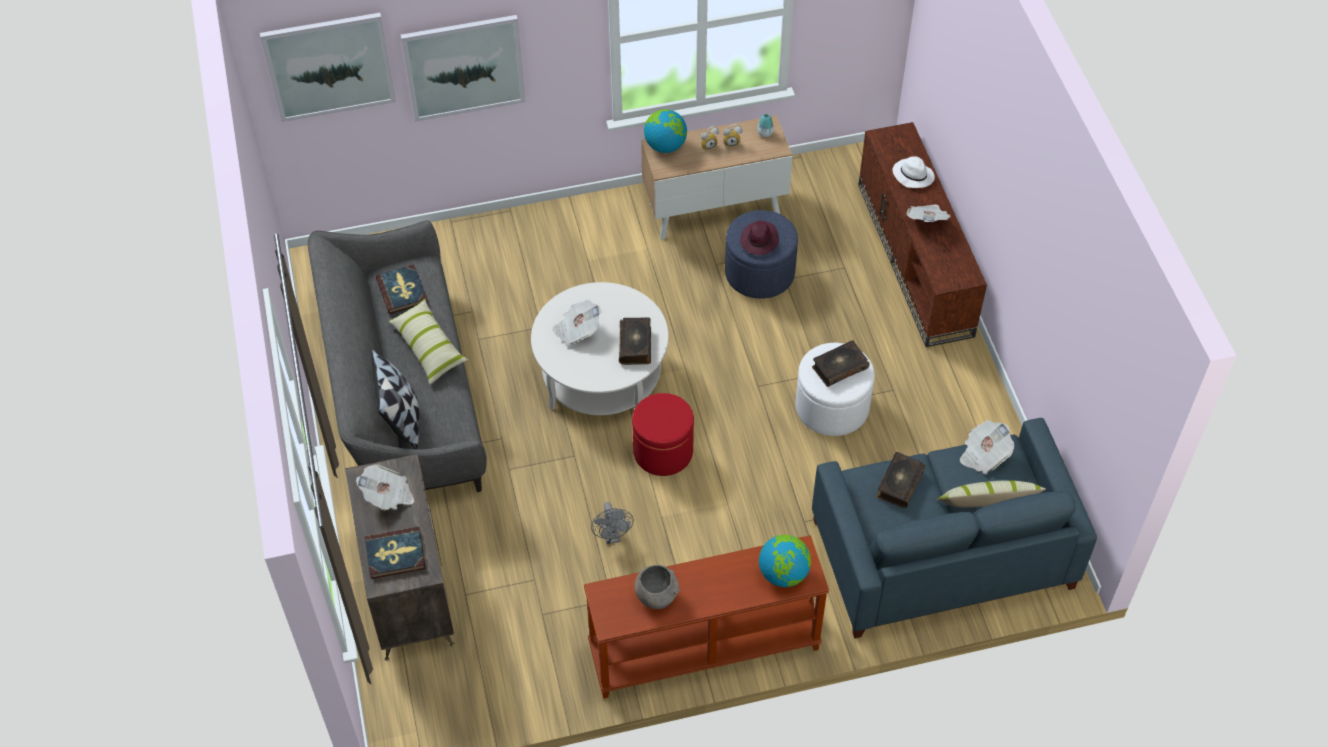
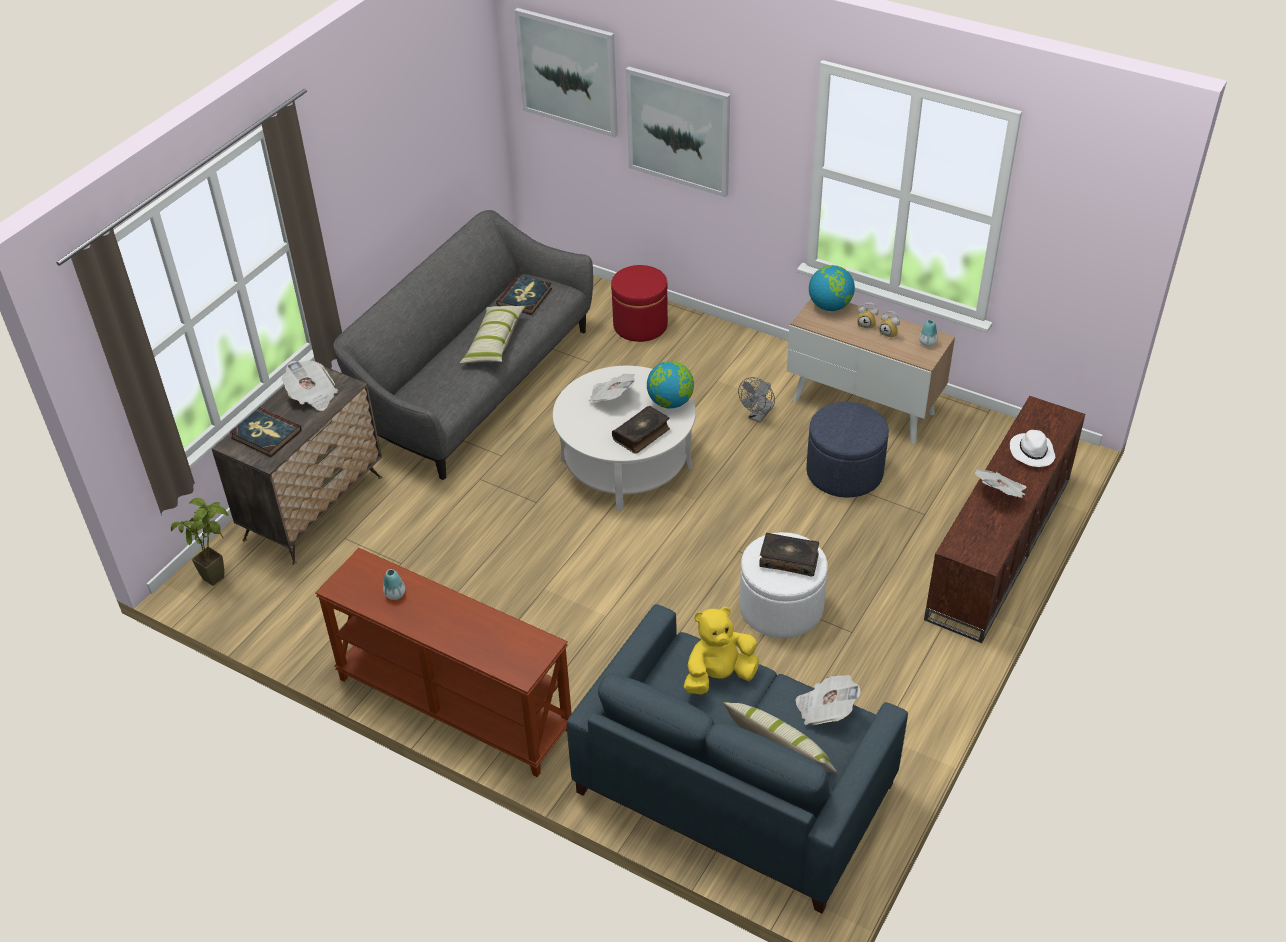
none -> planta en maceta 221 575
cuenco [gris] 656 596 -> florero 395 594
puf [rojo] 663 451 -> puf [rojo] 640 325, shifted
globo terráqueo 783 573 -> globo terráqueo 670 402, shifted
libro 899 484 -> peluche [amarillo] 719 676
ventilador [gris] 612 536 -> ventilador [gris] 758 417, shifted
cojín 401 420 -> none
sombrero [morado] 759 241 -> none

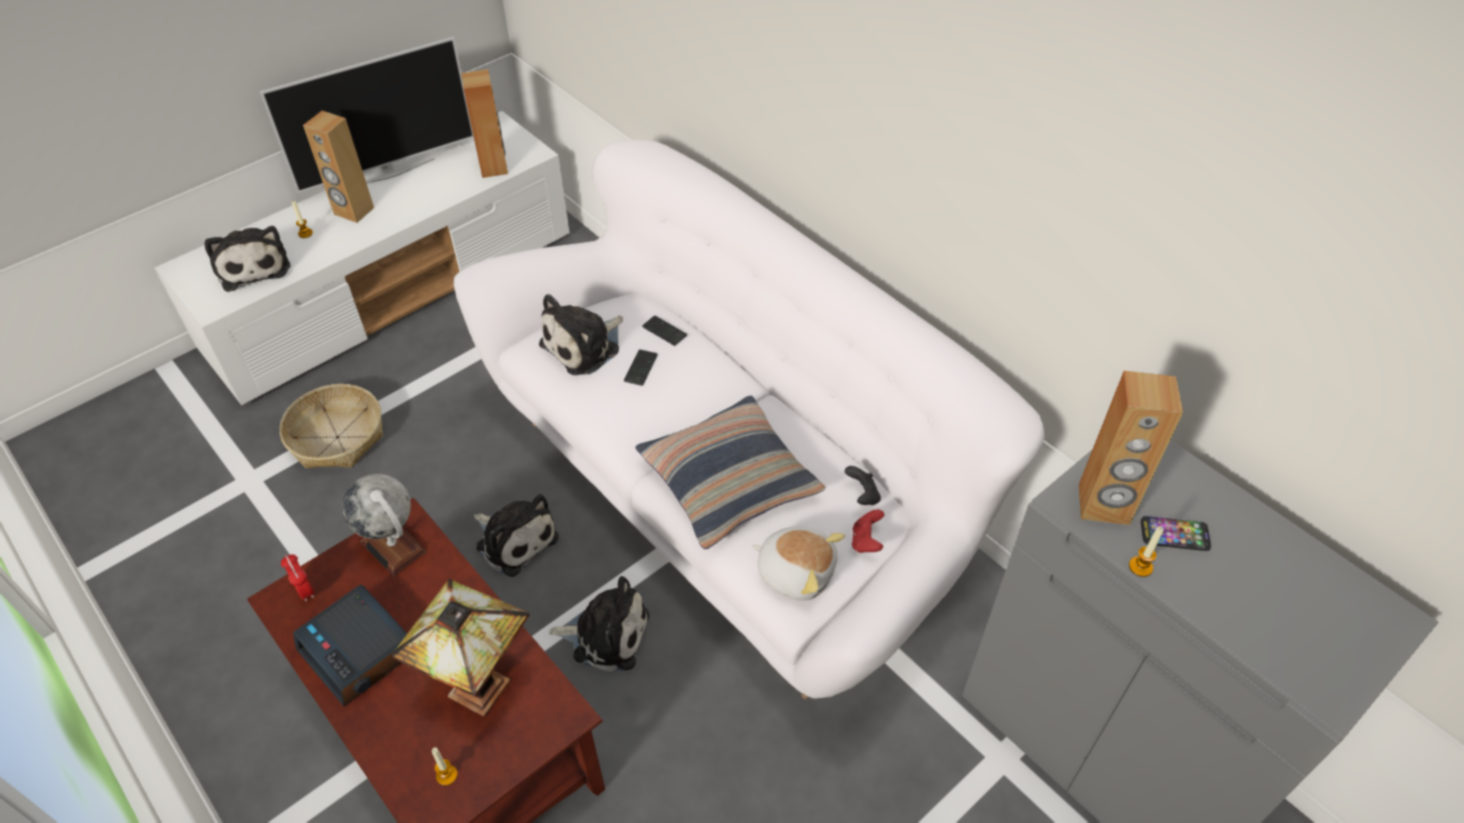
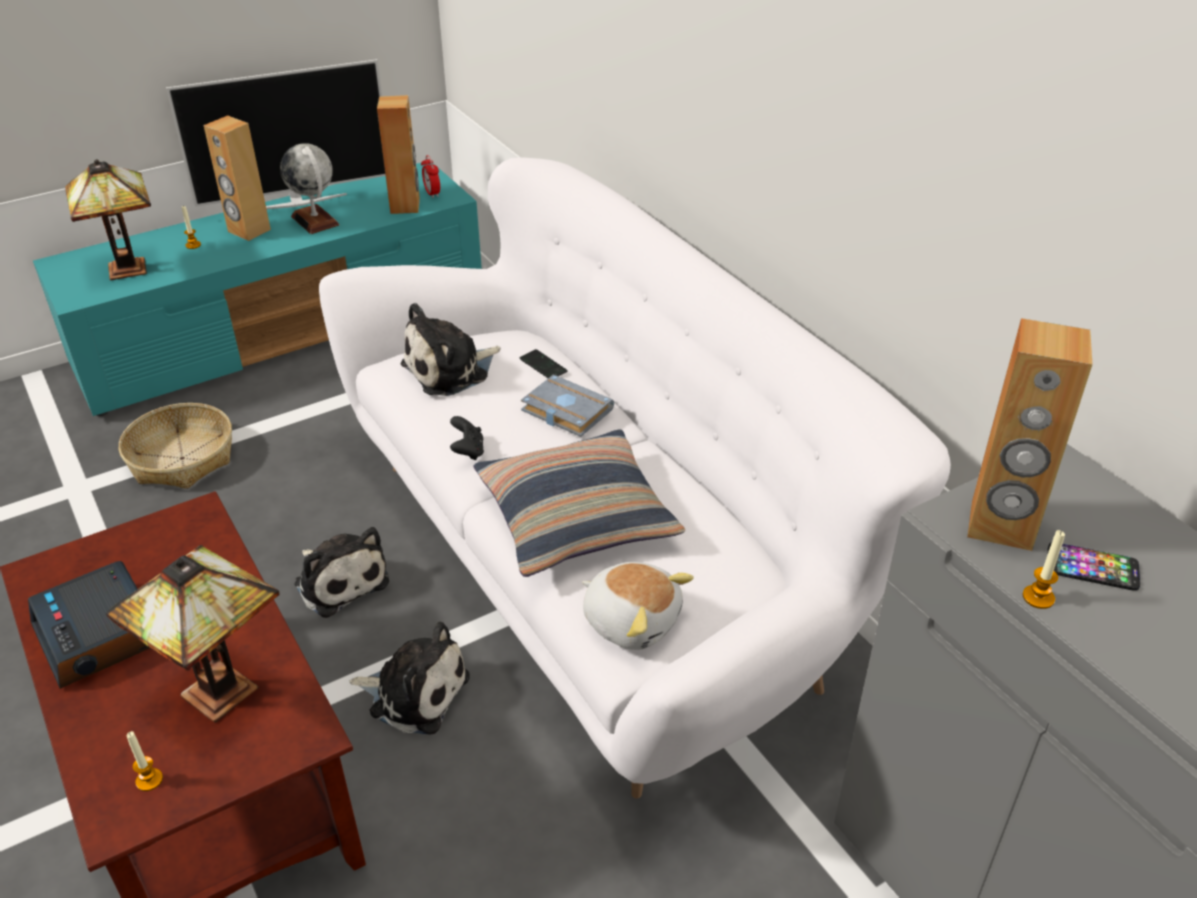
mueble de televisión [blanco] 395 290 -> mueble de televisión [turquesa] 286 331
peluche 253 266 -> lámpara de mesa 130 267
globo terráqueo 394 547 -> globo terráqueo 315 220, shifted
despertador 305 590 -> despertador 432 193, shifted
mando de consola [negro] 862 495 -> mando de consola [negro] 468 451, shifted
none -> libro [gris] 564 411
móvil 641 368 -> none
mando de consola [rojo] 866 541 -> none

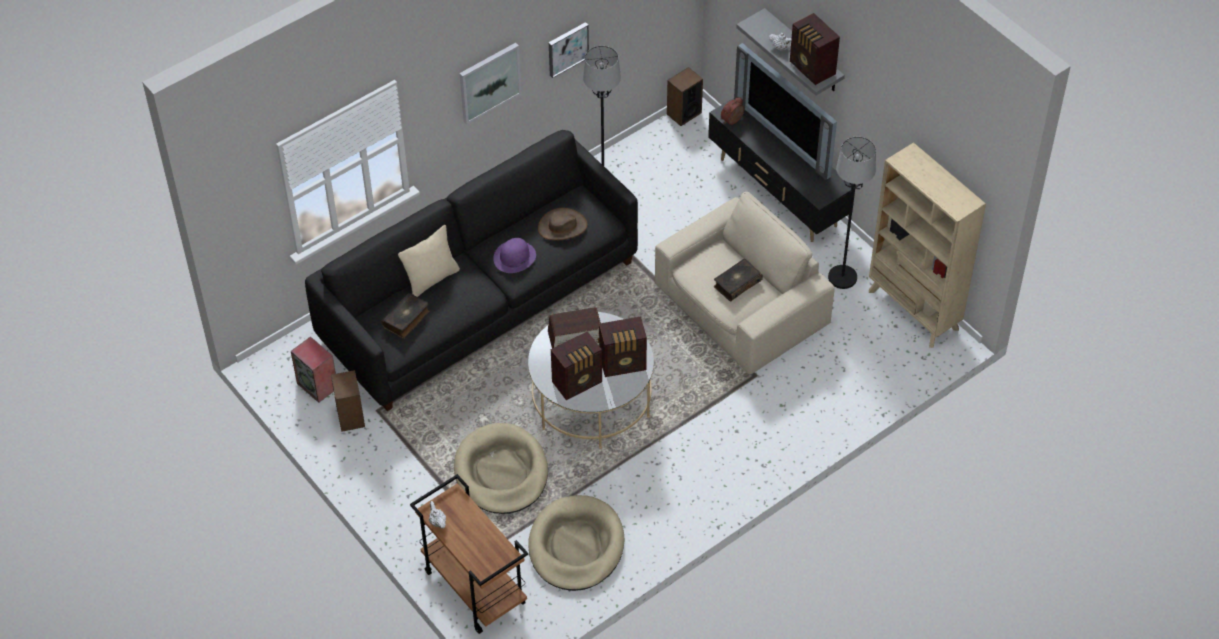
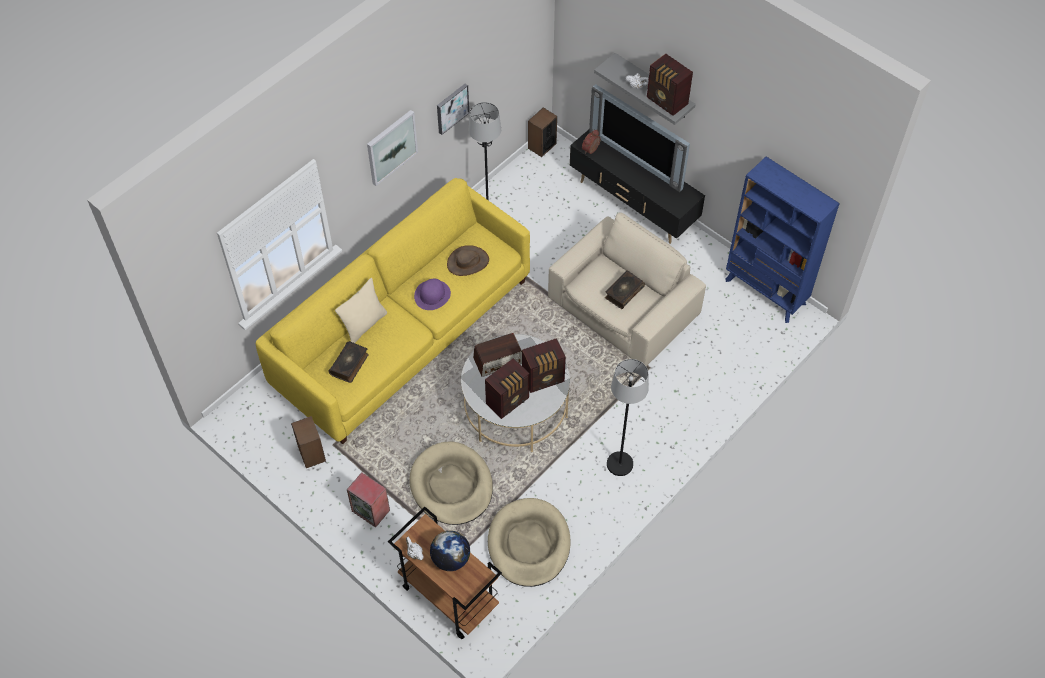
sofá [negro] 478 301 -> sofá [amarillo] 402 333
altavoz 318 385 -> altavoz 371 510, shifted
none -> globo terráqueo 450 559
lámpara de pie [negro] 842 277 -> lámpara de pie [negro] 620 464, shifted
estantería [beis] 913 310 -> estantería [azul] 765 292

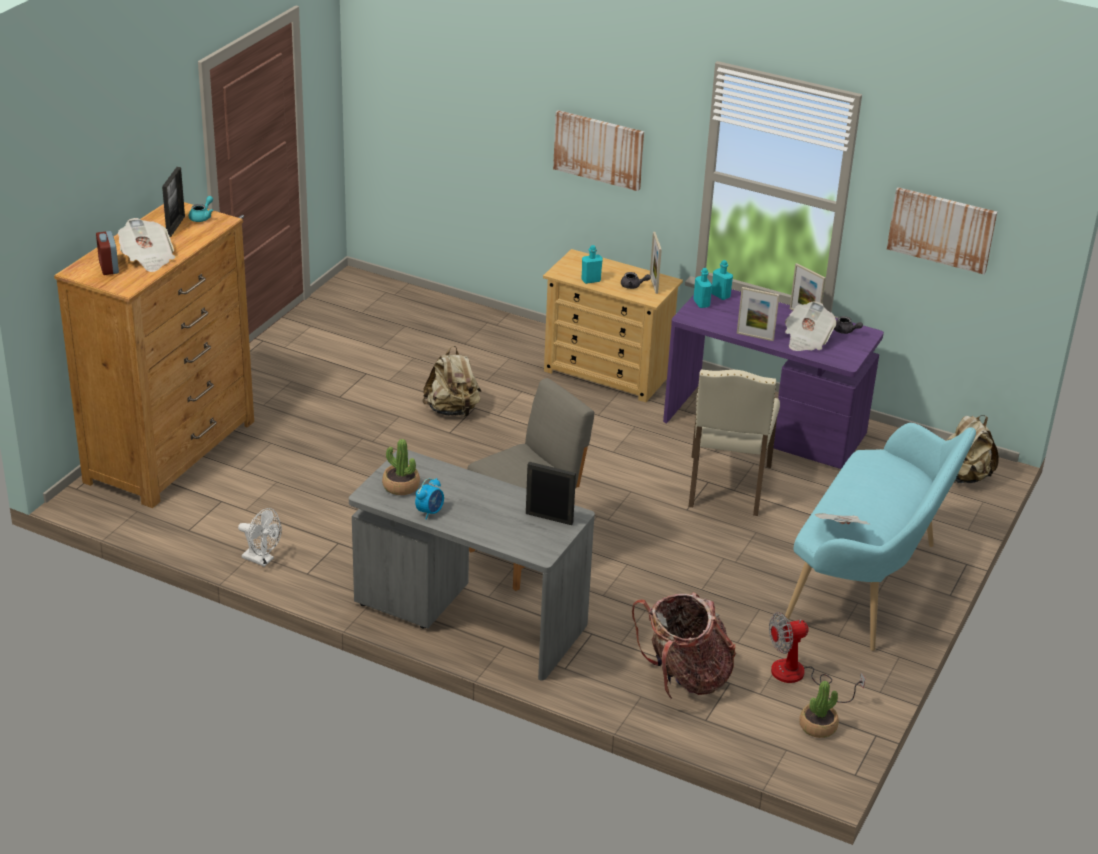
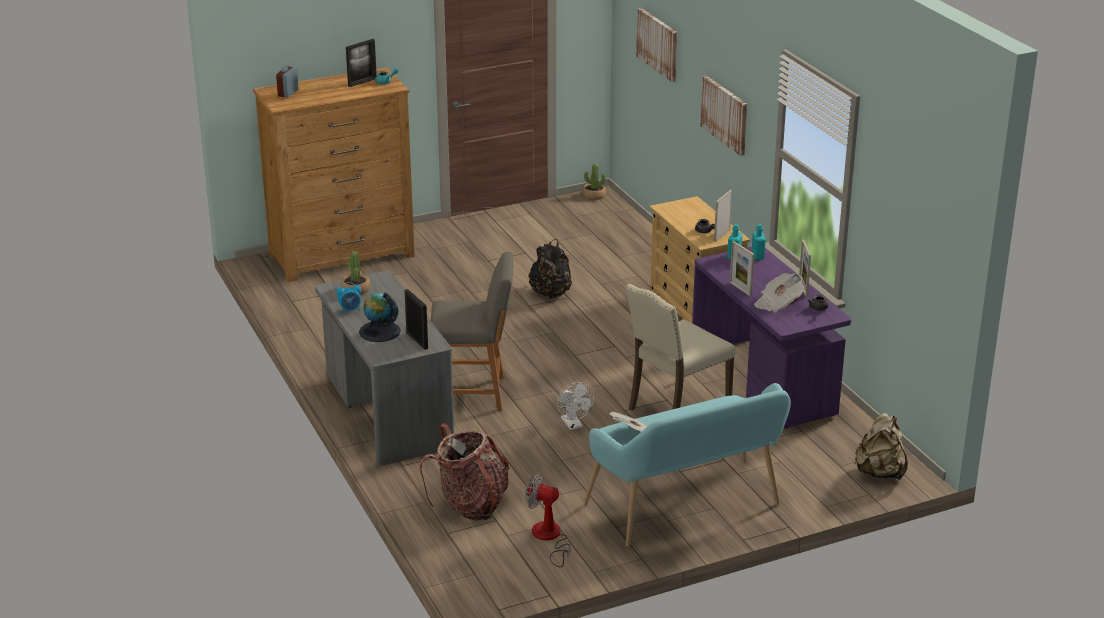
none -> globo terráqueo 379 331
mochila [beis] 452 410 -> mochila [negro] 550 293
ventilador [blanco] 262 560 -> ventilador [blanco] 573 425, shifted
planta en maceta 818 726 -> planta en maceta 593 196, shifted
cuadro 941 229 -> cuadro 658 44, shifted
periódico 147 258 -> none
botella [turquesa] 591 280 -> none

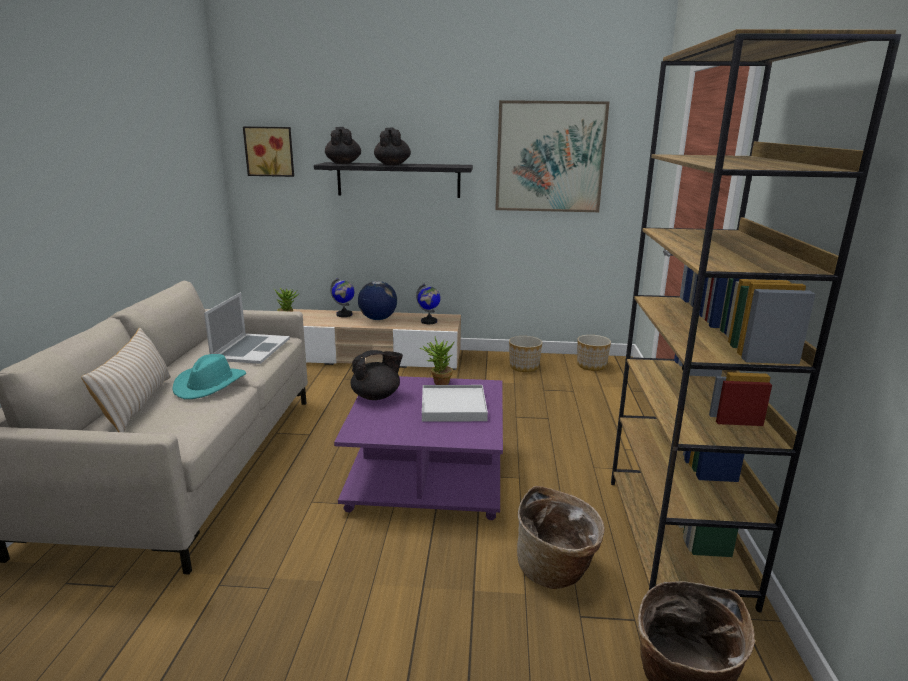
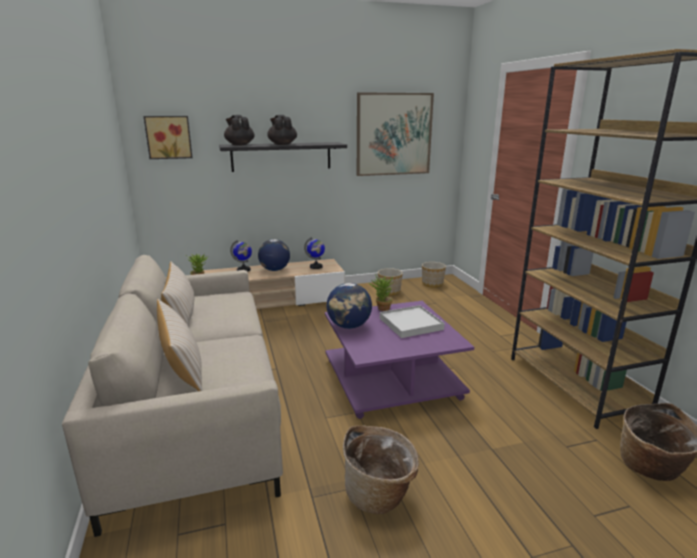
none -> cojín [beis] 181 314
tetera [negro] 377 396 -> globo terráqueo 349 326
cesta 556 570 -> cesta 379 494, shifted
sombrero [turquesa] 210 384 -> none
portátil 251 349 -> none

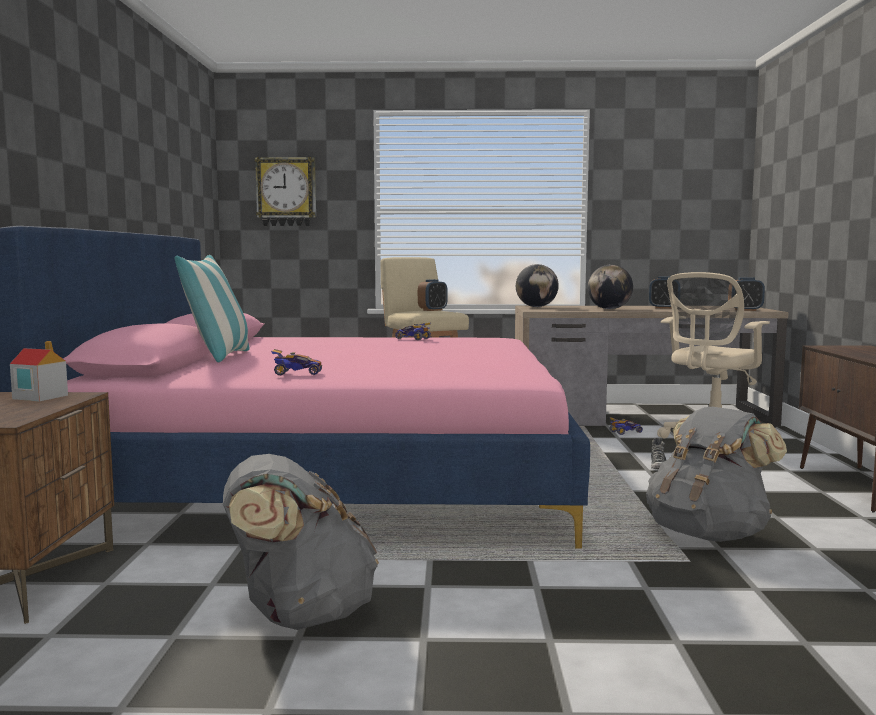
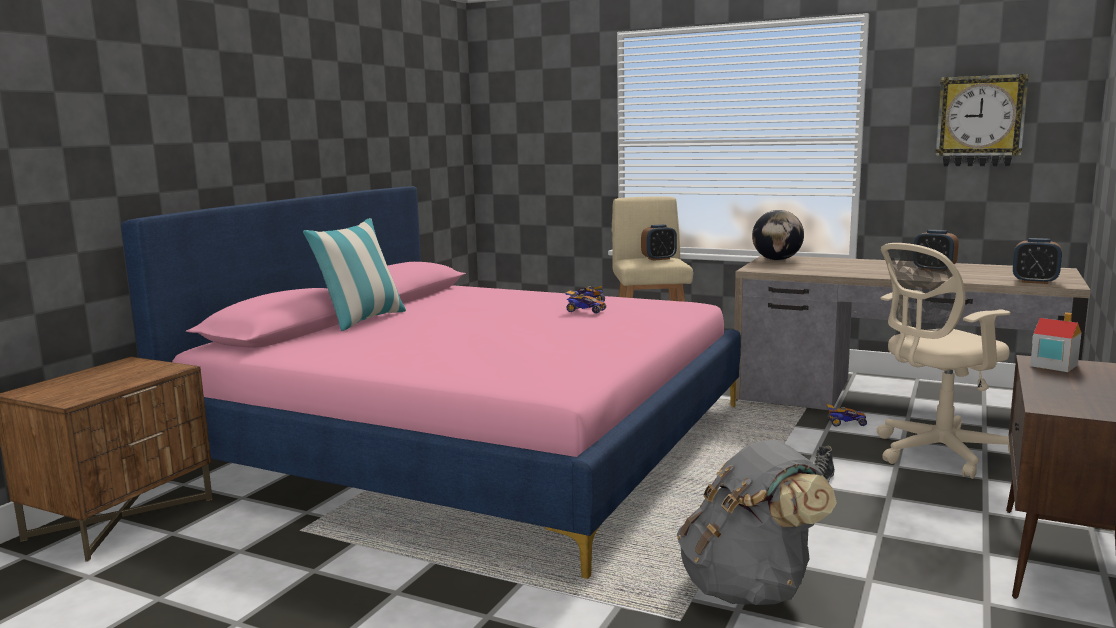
coche de juguete 296 373 -> coche de juguete 585 311, shifted
reloj de pared 286 192 -> reloj de pared 980 121, shifted
casita 39 397 -> casita 1053 365, shifted
mochila [gris] 300 615 -> none
globo terráqueo 609 309 -> none

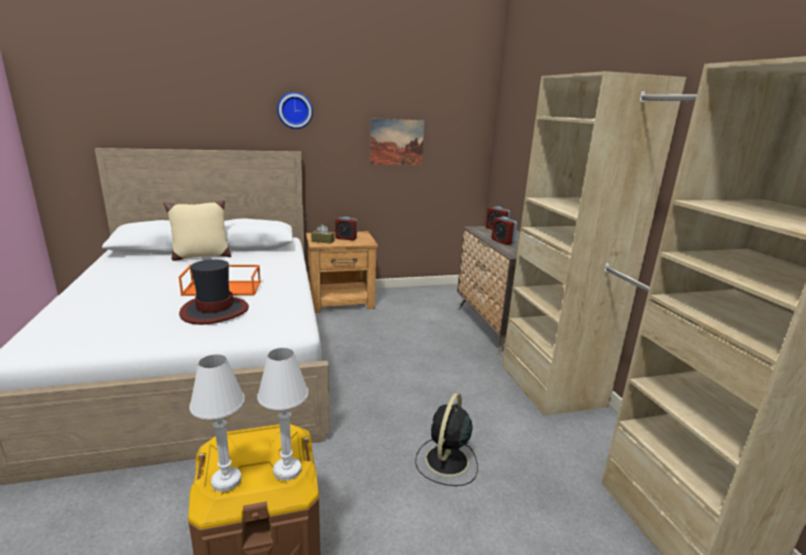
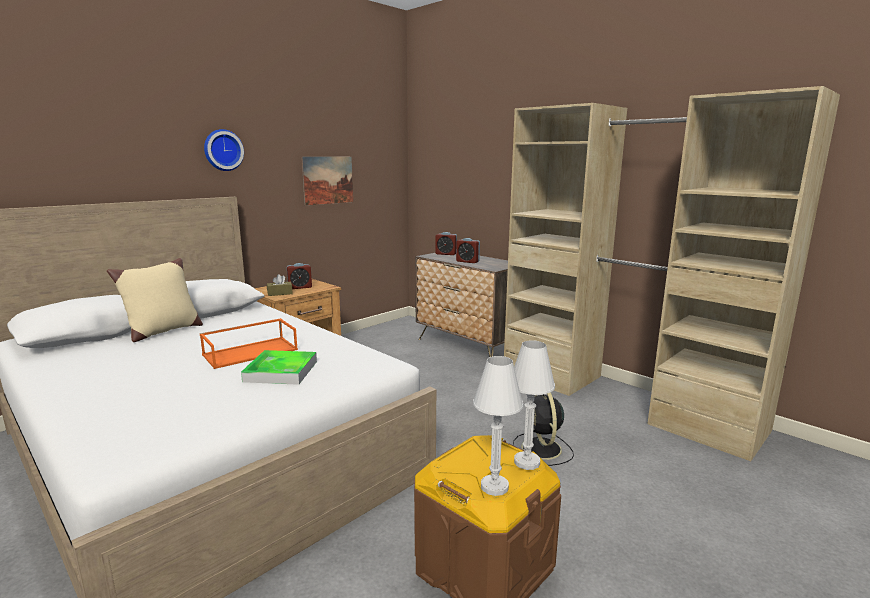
sombrero 214 311 -> bandeja 281 371

